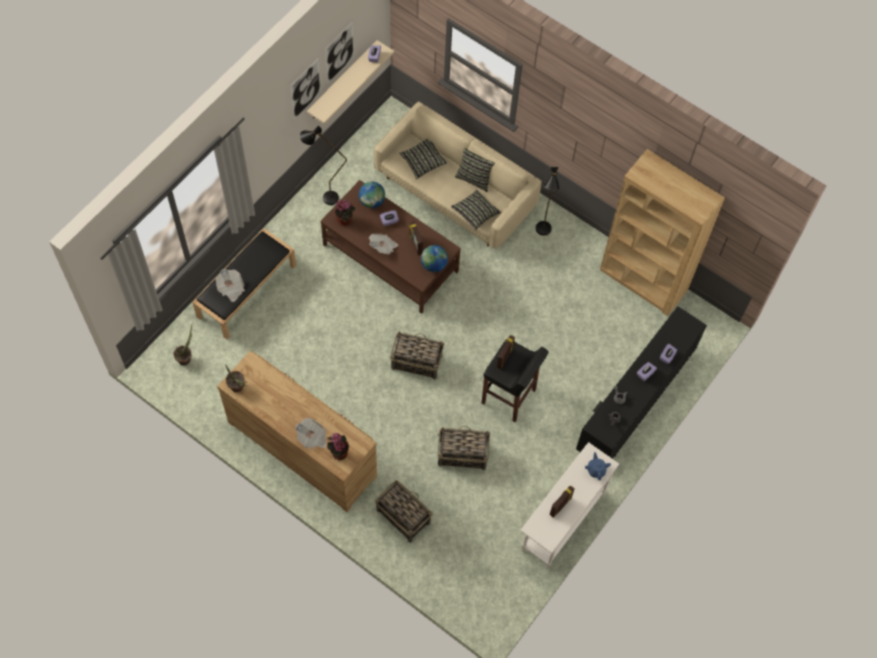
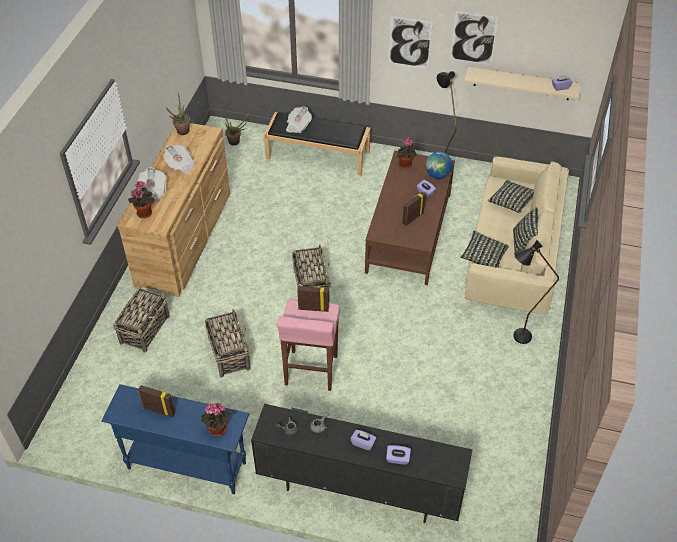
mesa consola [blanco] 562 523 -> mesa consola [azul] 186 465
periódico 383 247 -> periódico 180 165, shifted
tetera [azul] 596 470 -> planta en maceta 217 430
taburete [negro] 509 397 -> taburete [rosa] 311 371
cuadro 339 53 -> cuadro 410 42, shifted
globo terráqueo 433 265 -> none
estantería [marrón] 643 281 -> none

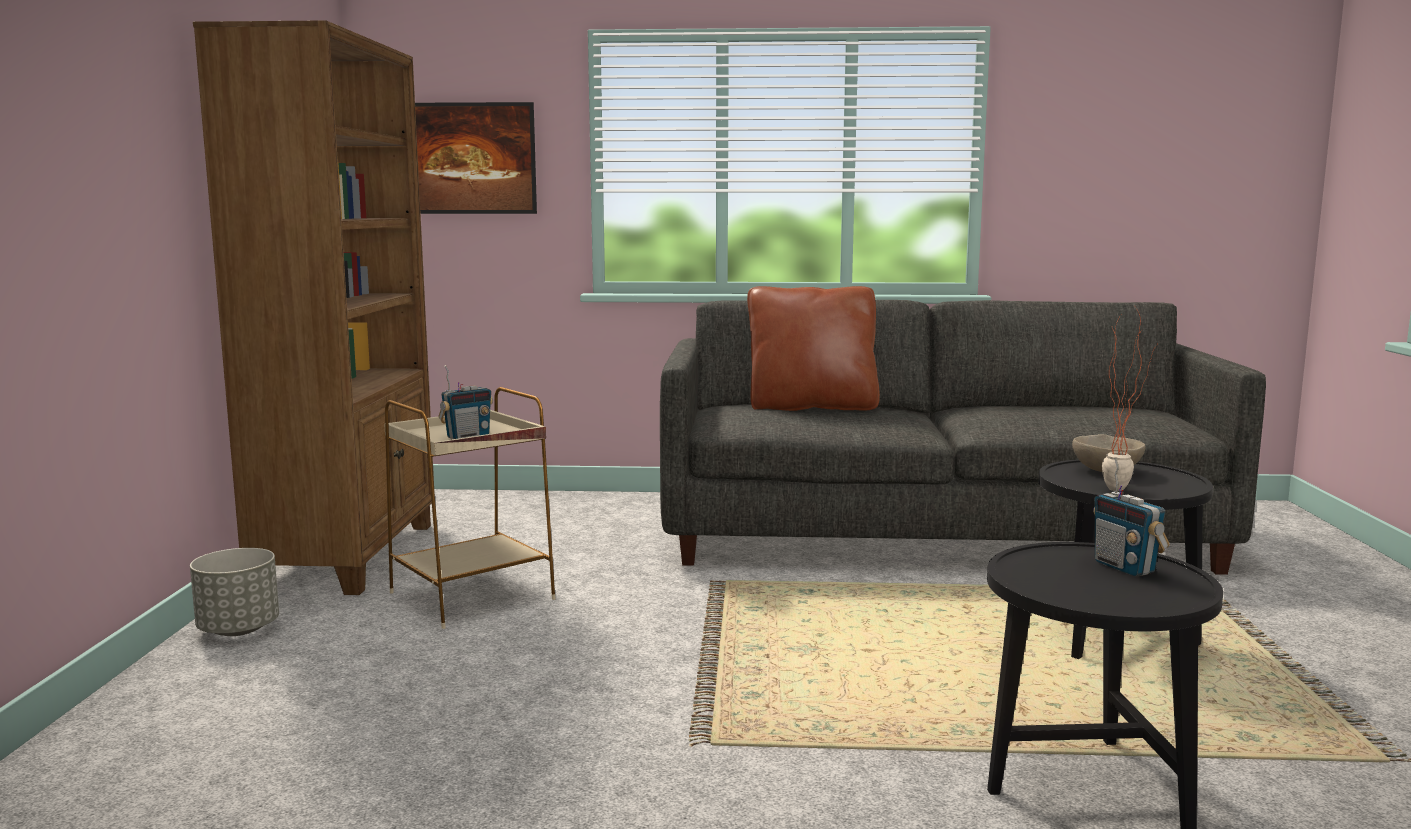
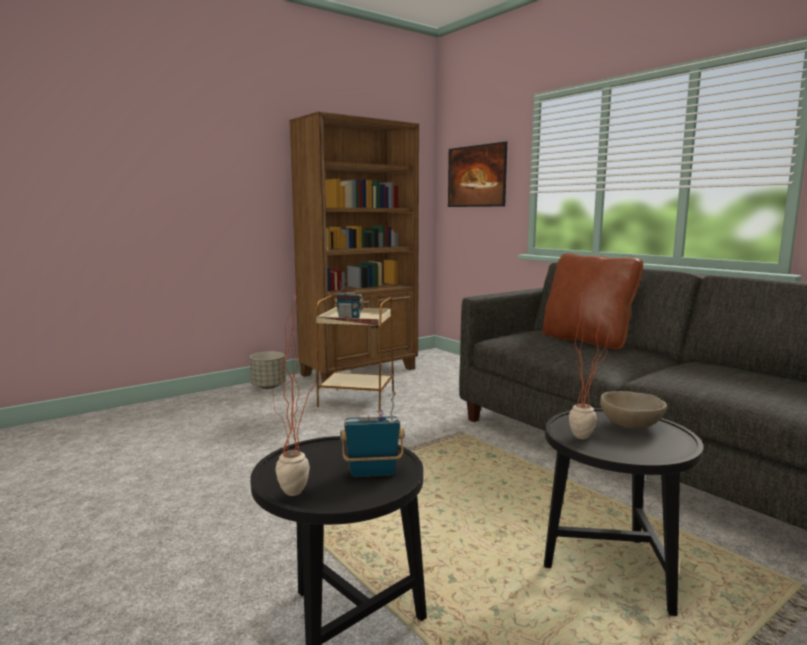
none -> planta en maceta 298 497
radio 1125 567 -> radio 372 473, 60 degrees clockwise

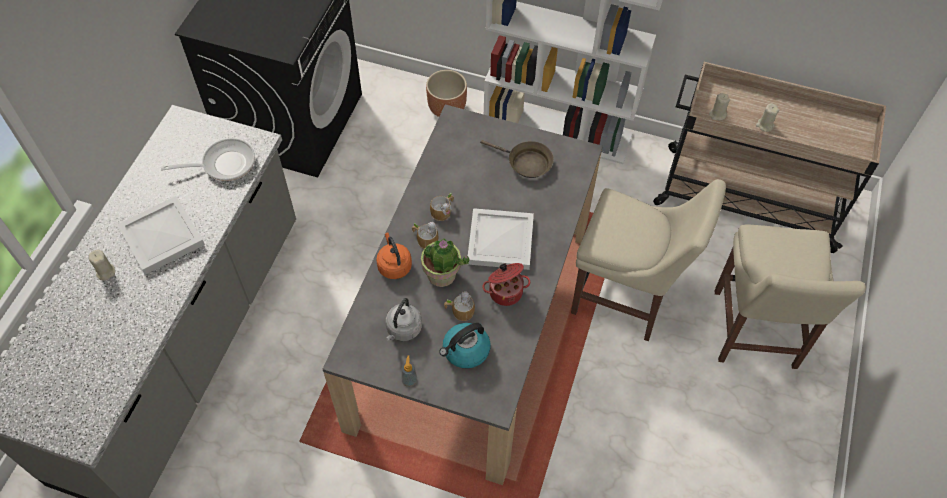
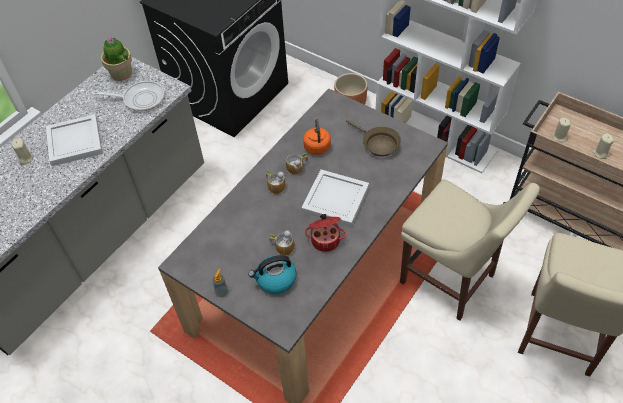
planta en maceta 442 275 -> planta en maceta 121 74, shifted
hervidor [naranja] 394 265 -> hervidor [naranja] 317 146, shifted
hervidor [gris] 403 330 -> none

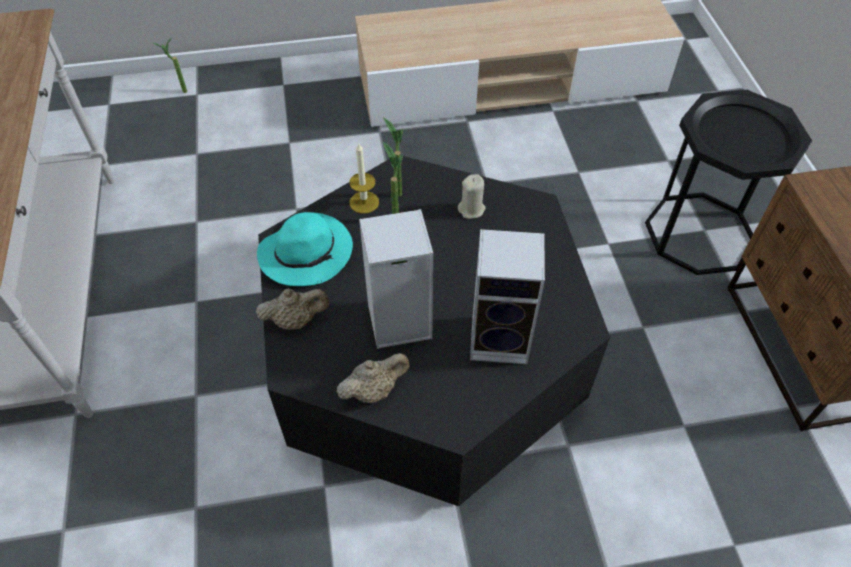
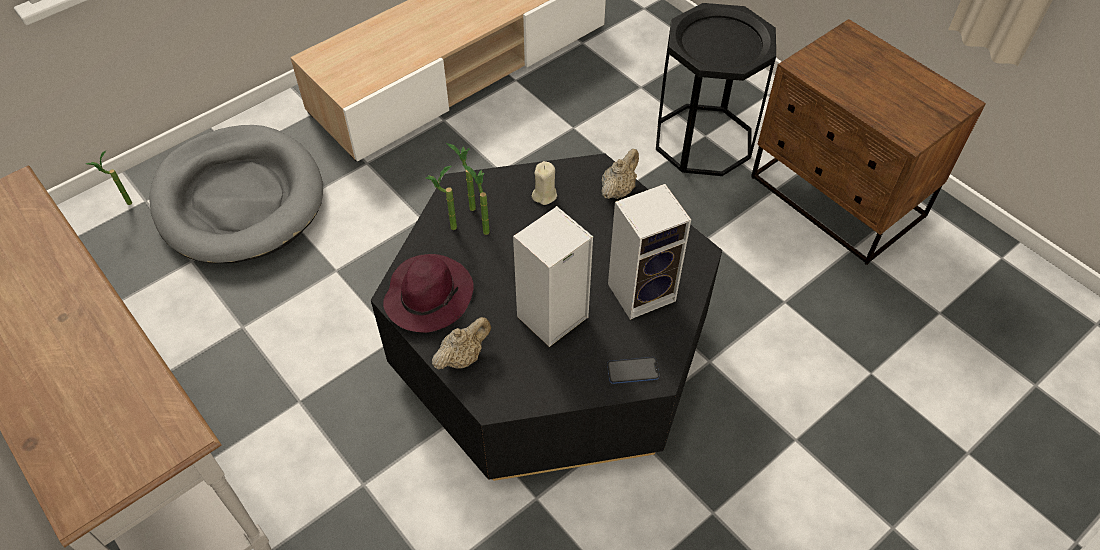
none -> cama para perro [gris] 239 199
sombrero [turquesa] 307 252 -> sombrero [morado] 429 295
vela 364 202 -> planta en maceta 447 229
tetera [beis] 374 390 -> tetera [beis] 618 190, shifted
none -> móvil 633 371

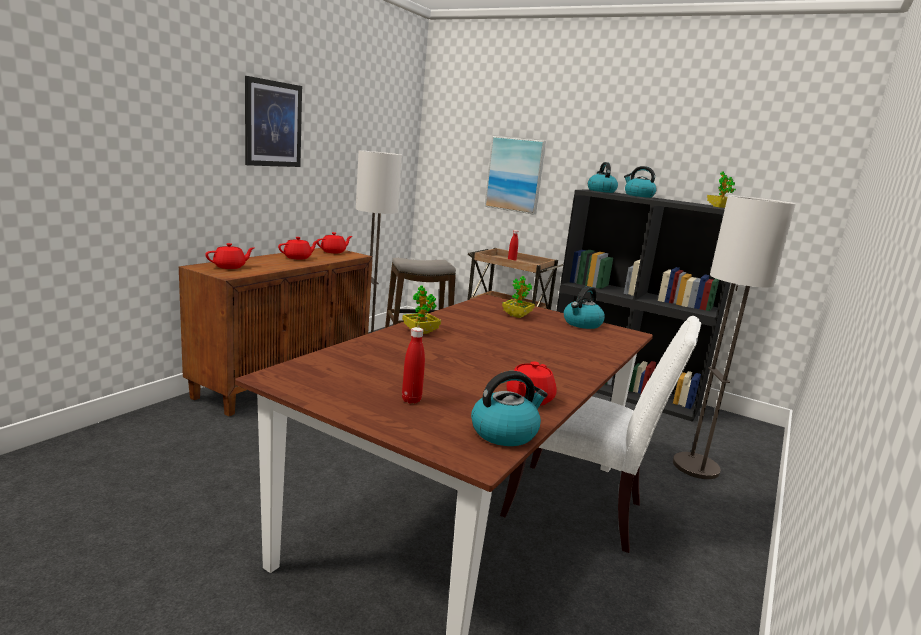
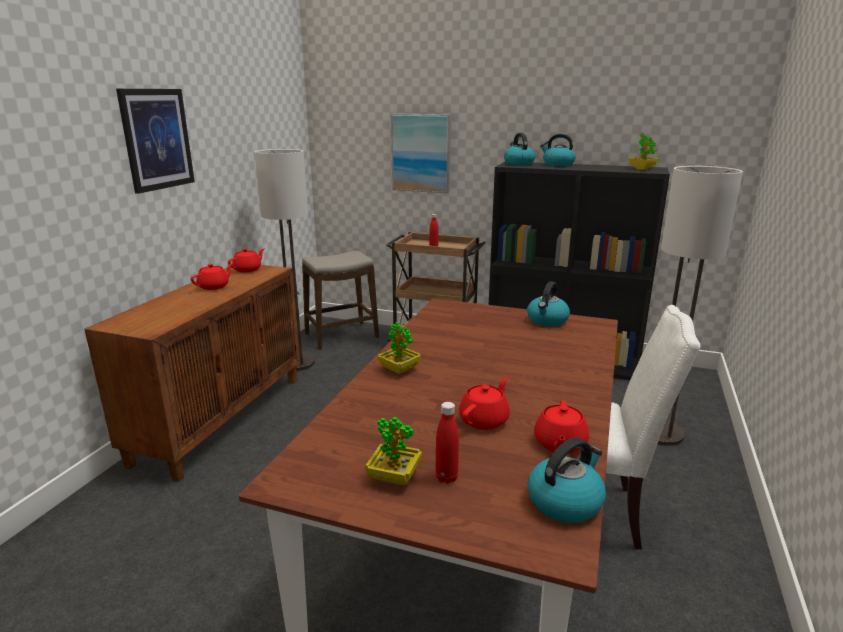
planta en maceta 517 315 -> planta en maceta 394 477, shifted
tetera [rojo] 230 267 -> tetera [rojo] 484 420, shifted

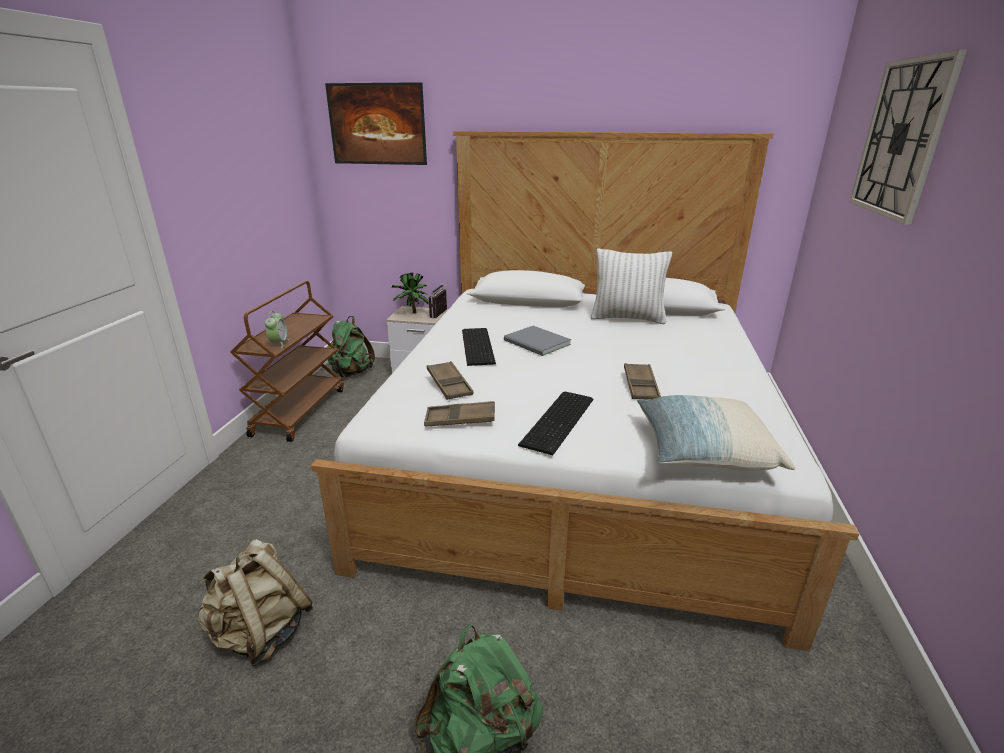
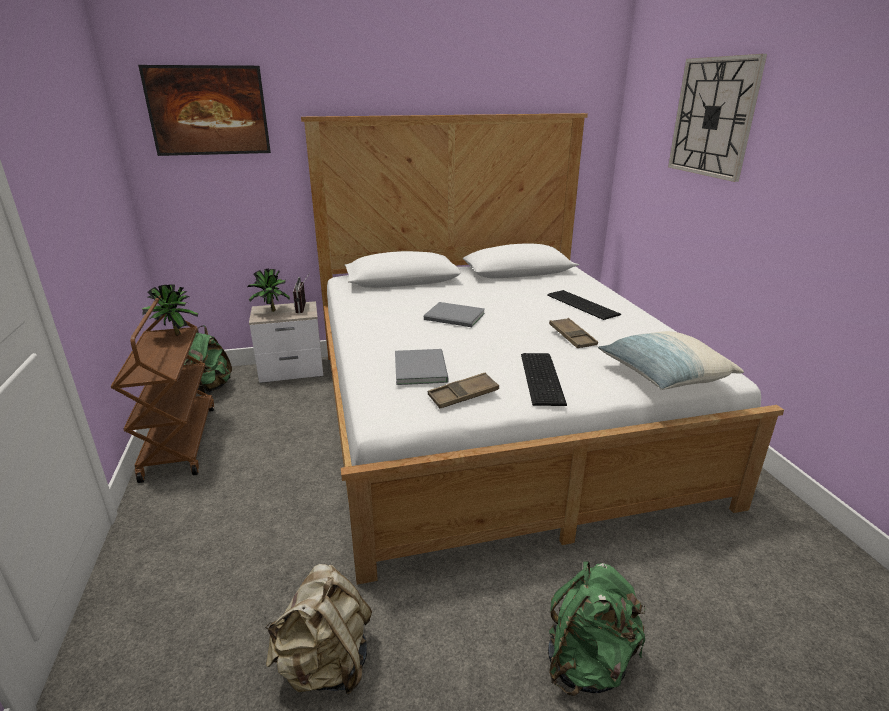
none -> planta en maceta 173 335
bandeja [marrón] 449 384 -> libro [gris] 422 367
teclado 479 346 -> teclado 582 304, shifted
despertador 279 343 -> none
cojín [blanco] 627 318 -> none

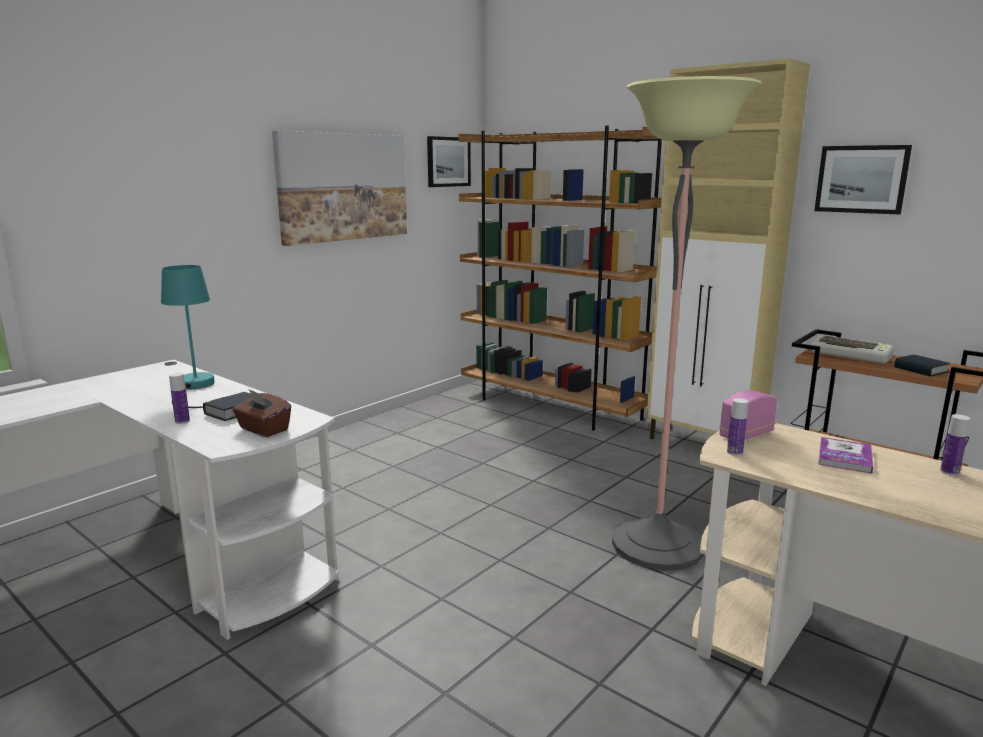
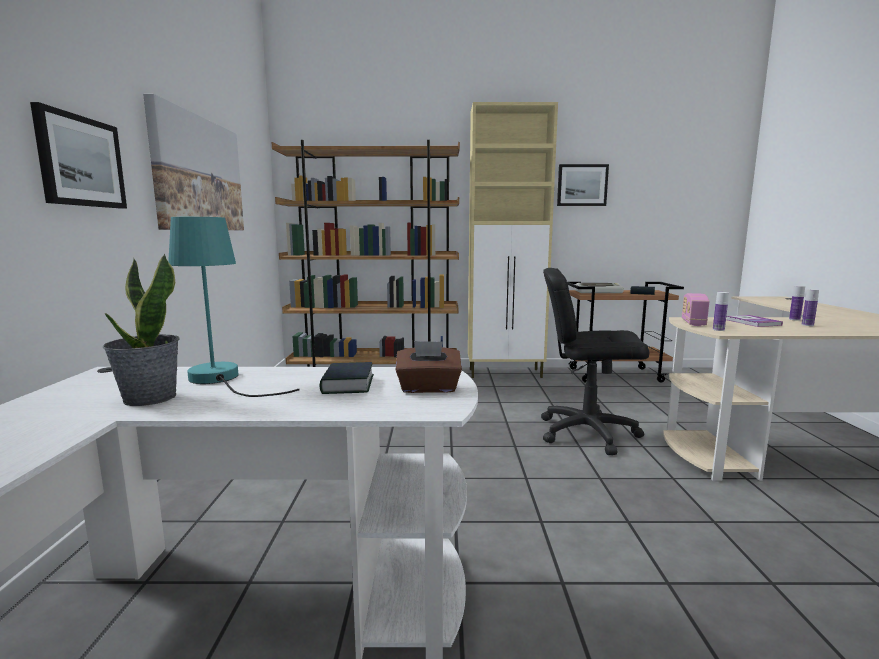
cuadro 448 162 -> cuadro 80 161, shifted
none -> planta en maceta 149 398
lámpara de pie 657 545 -> silla de oficina [negro] 587 432
botella 182 421 -> botella 807 325, shifted

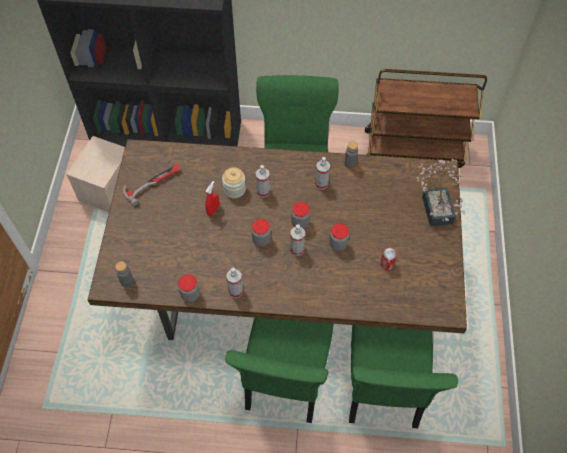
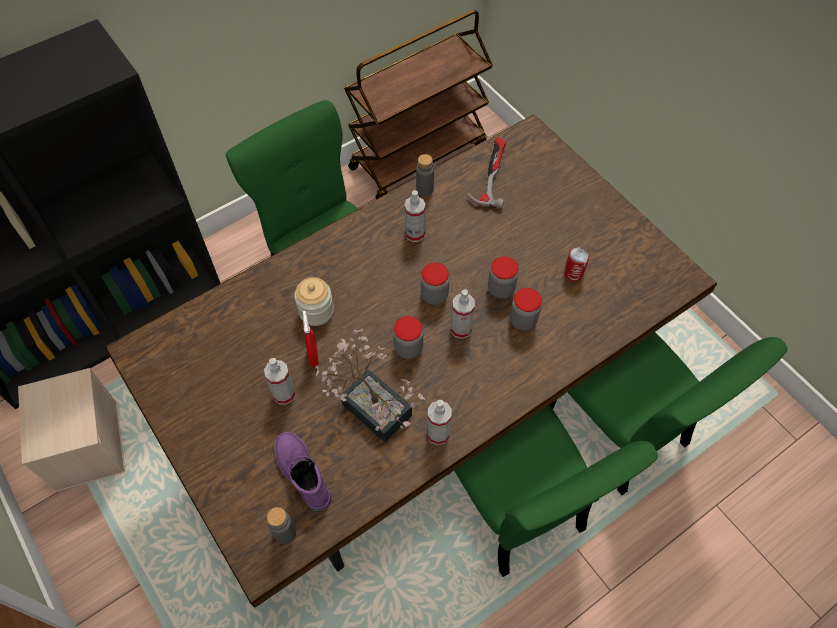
pulverizador 263 191 -> pulverizador 284 394, shifted
none -> bota [morado] 301 474
planta en maceta 436 205 -> planta en maceta 371 404, shifted
martillo 152 183 -> martillo 490 174, shifted
tarro 190 295 -> tarro 523 320, shifted

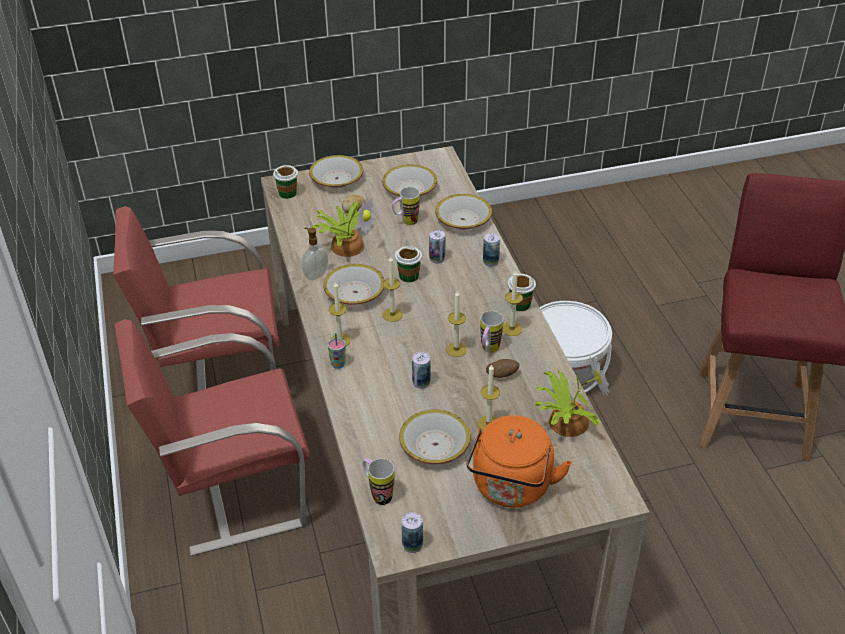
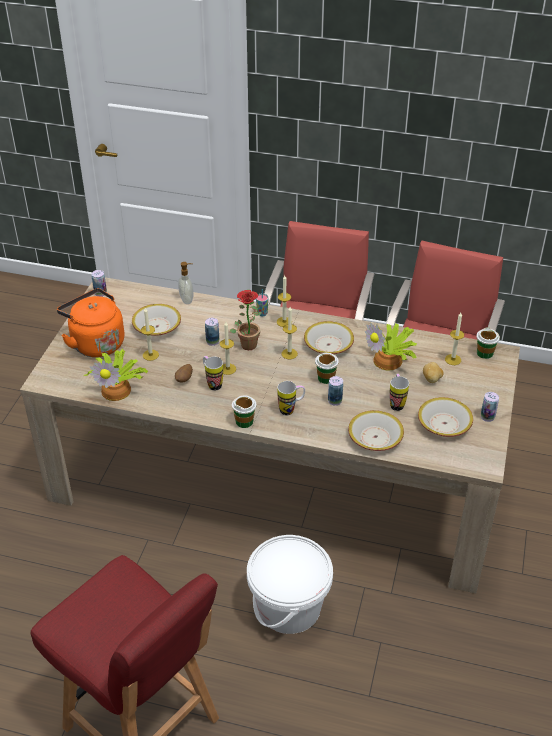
dispensador de jabón 315 274 -> dispensador de jabón 187 299, shifted
none -> planta en maceta 247 343
taza grande 378 494 -> taza grande 291 410, shifted
vela 511 329 -> vela 453 359, shifted
lata 490 262 -> lata 487 417, shifted
cuenco 336 179 -> none

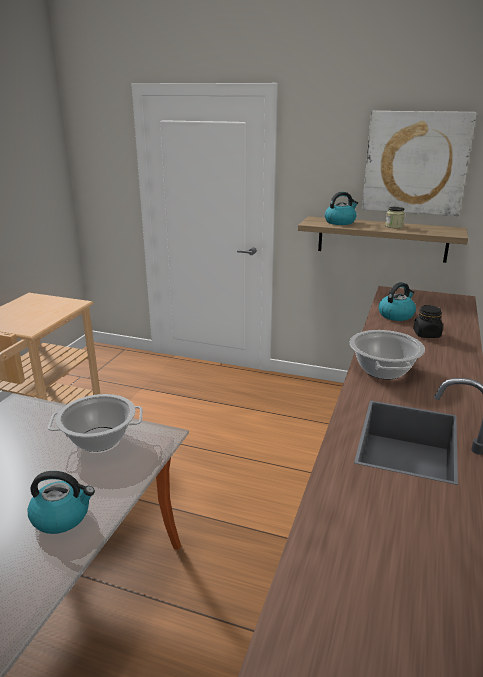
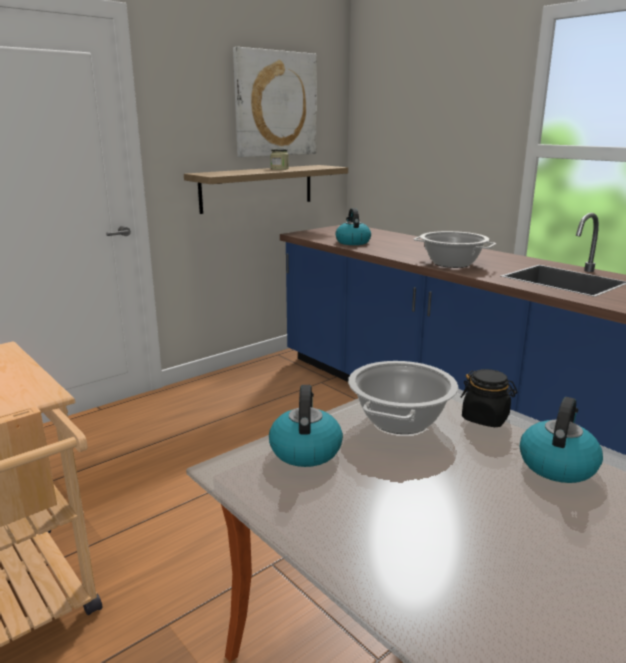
hervidor 340 222 -> hervidor 305 450, shifted
tarro [negro] 426 334 -> tarro [negro] 485 418, shifted

